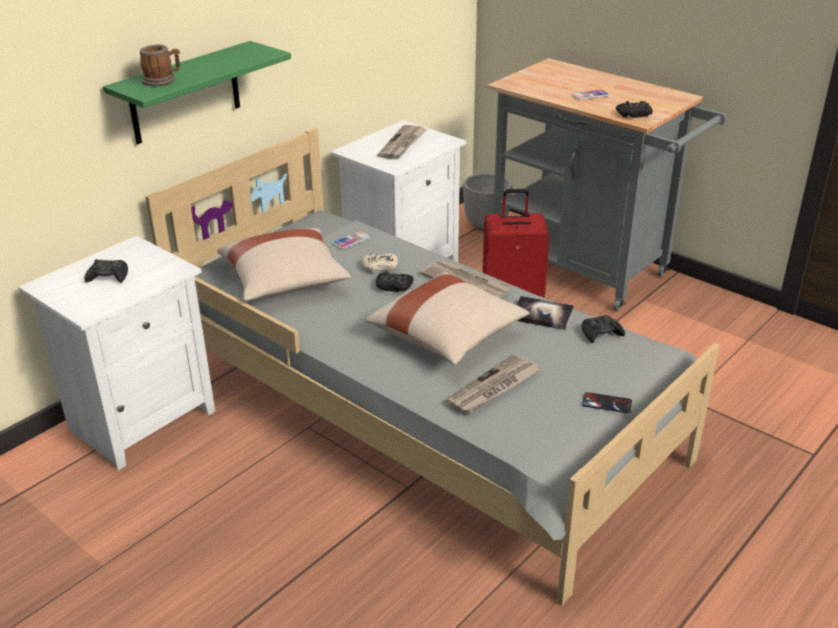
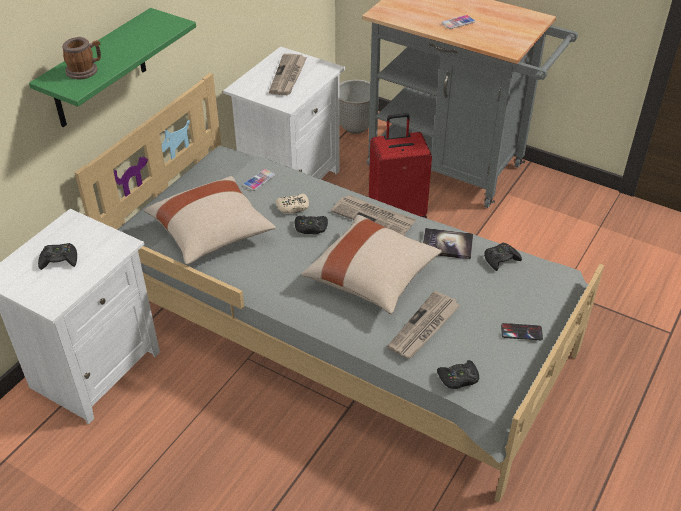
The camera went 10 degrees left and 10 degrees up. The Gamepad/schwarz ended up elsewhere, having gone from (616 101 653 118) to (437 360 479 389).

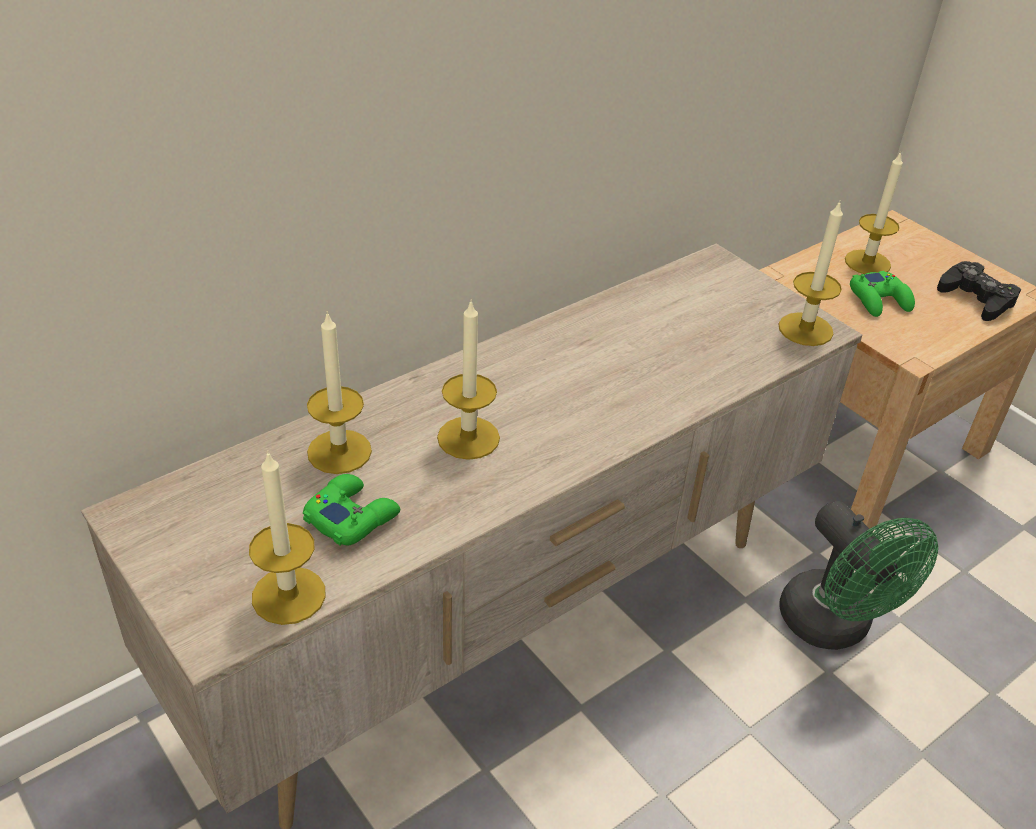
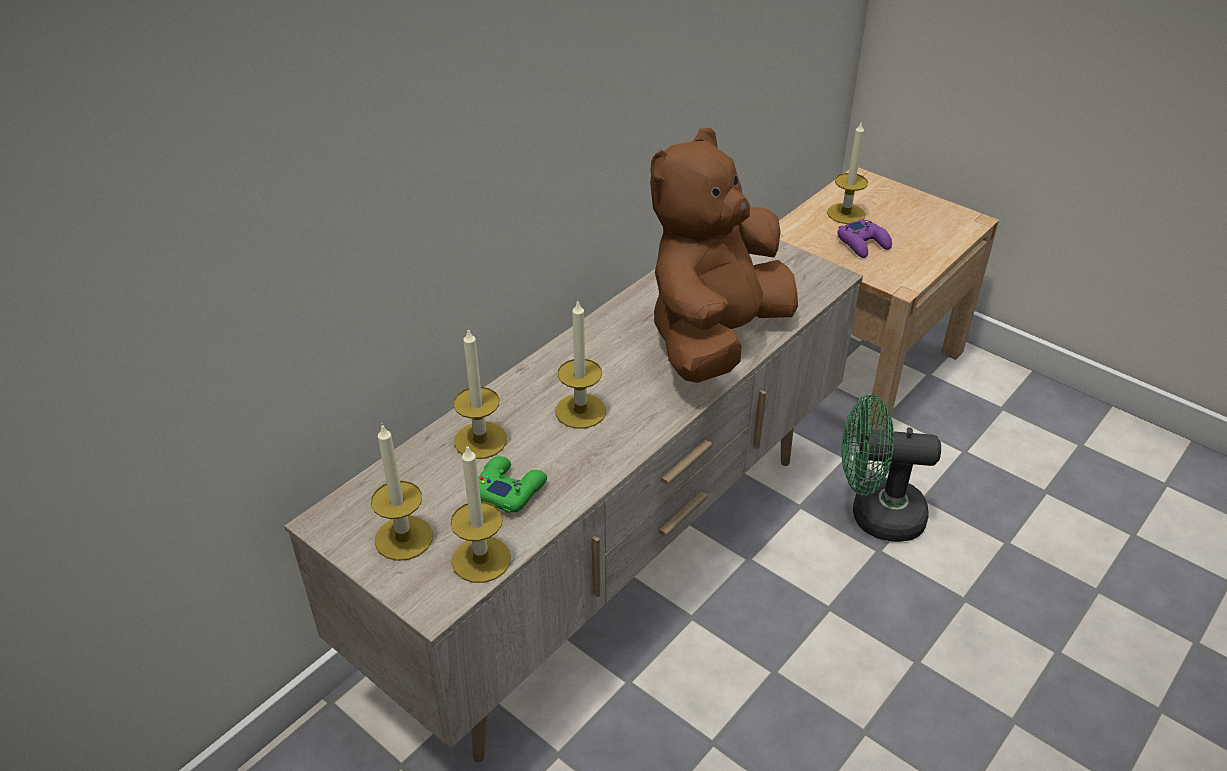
The camera went 10 degrees left and 0 degrees up. The Kerze ended up elsewhere, having gone from (779 201 843 346) to (371 424 433 561). The second view lost the Gamepad/schwarz at (937 261 1021 321). What was the Gamepad/grün at (850 271 915 317) turned into the Gamepad/lila at (837 219 892 258). The Ventilator/grün at (779 501 938 650) ended up facing another way, 135 degrees clockwise from before. The second view gained the Plüschtier/braun at (650 128 798 383).

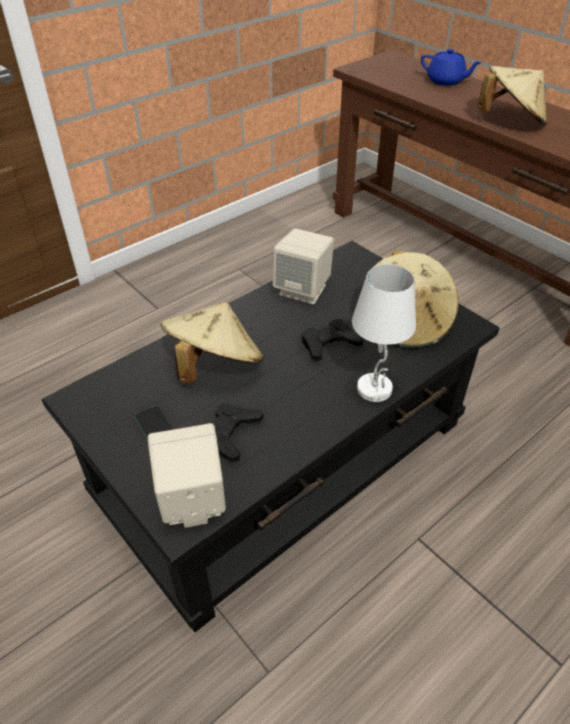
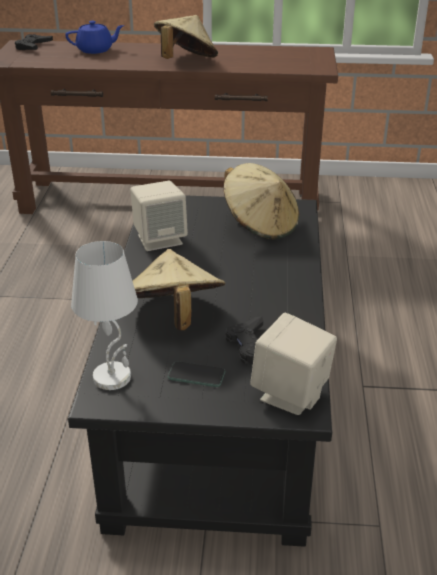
The camera went 45 degrees left and 10 degrees down. The Tischlampe/weiß ended up elsewhere, having gone from (352 264 416 402) to (71 241 138 390). The Gamepad/schwarz ended up elsewhere, having gone from (302 319 363 361) to (15 34 53 50).

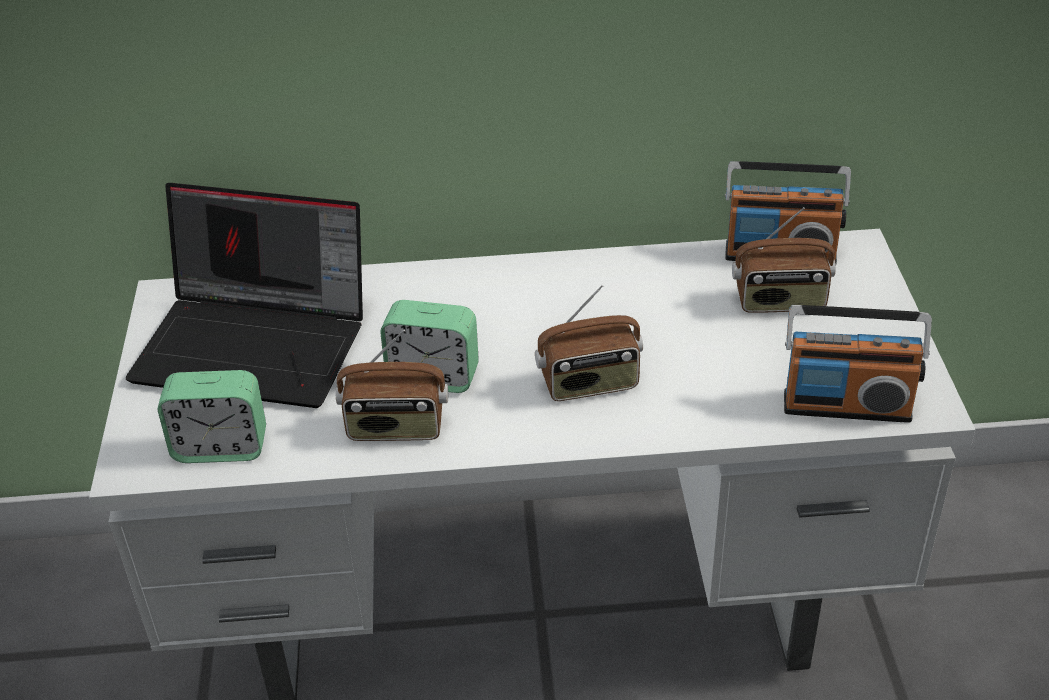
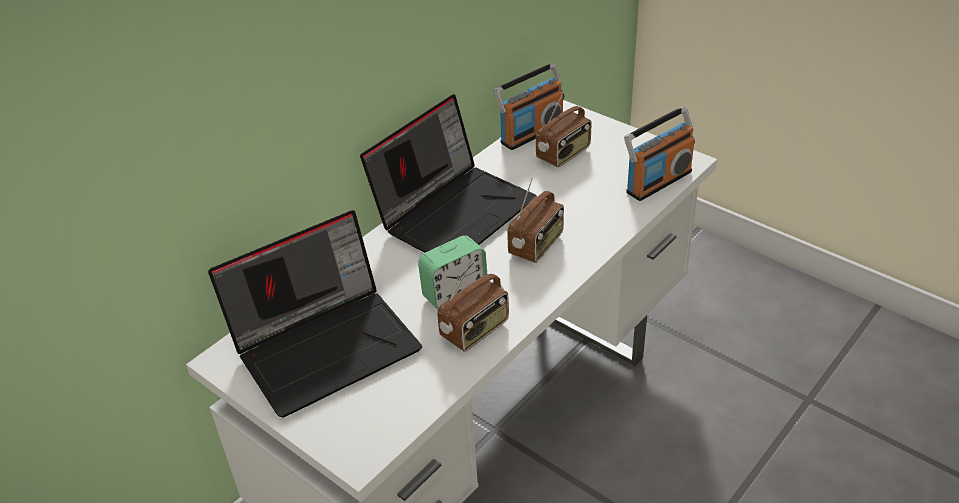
The camera went 45 degrees left and 0 degrees up. The second view lost the Wecker at (158 370 266 463). The second view gained the Laptop at (360 94 537 253).

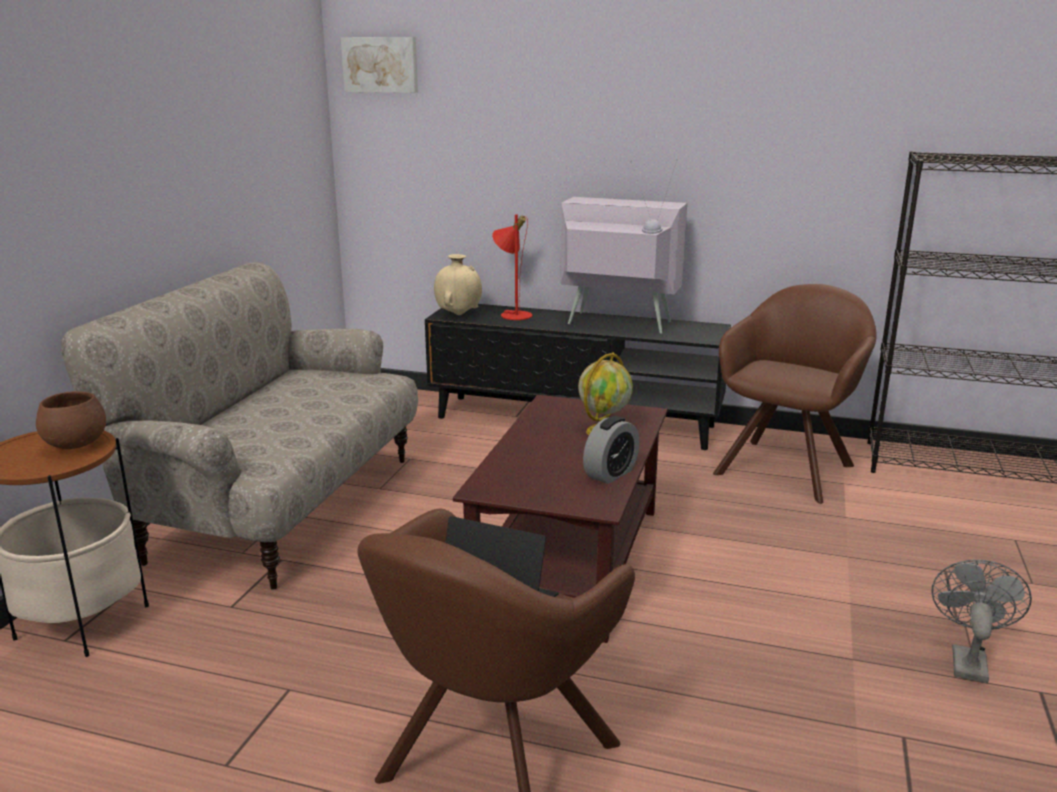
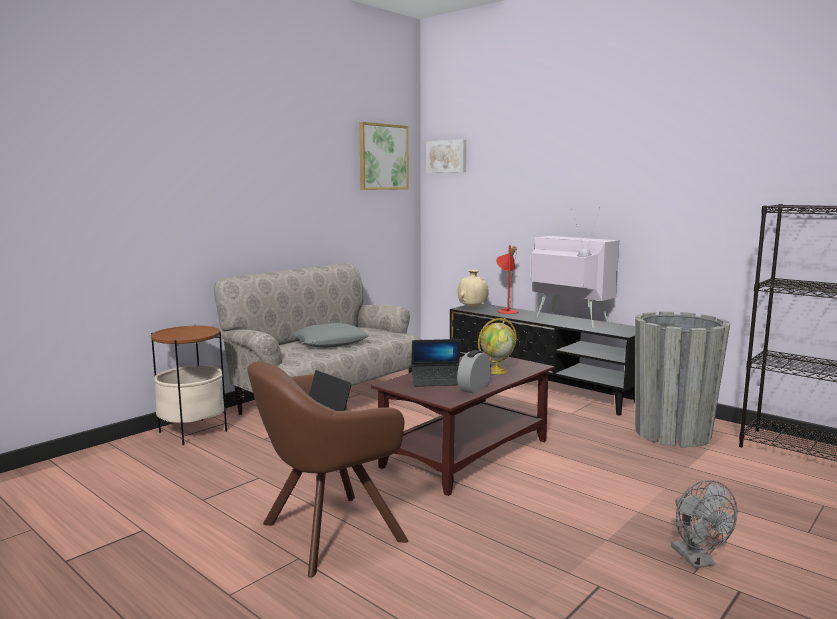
The camera went 25 degrees right and 10 degrees down. Where the Sessel/braun stood at (713 284 877 504), the Pflanzkübel/grau came to stand at (635 311 730 447). The second view lost the Schüssel/braun at (36 391 106 449). The Wecker at (583 416 639 484) ended up facing another way, 150 degrees clockwise from before. The Ventilator/grau at (931 560 1032 683) ended up facing another way, 120 degrees clockwise from before. The second view gained the Bild at (359 122 409 190). The second view gained the Kissen/grau at (292 323 369 348). The second view gained the Laptop at (411 339 461 387).

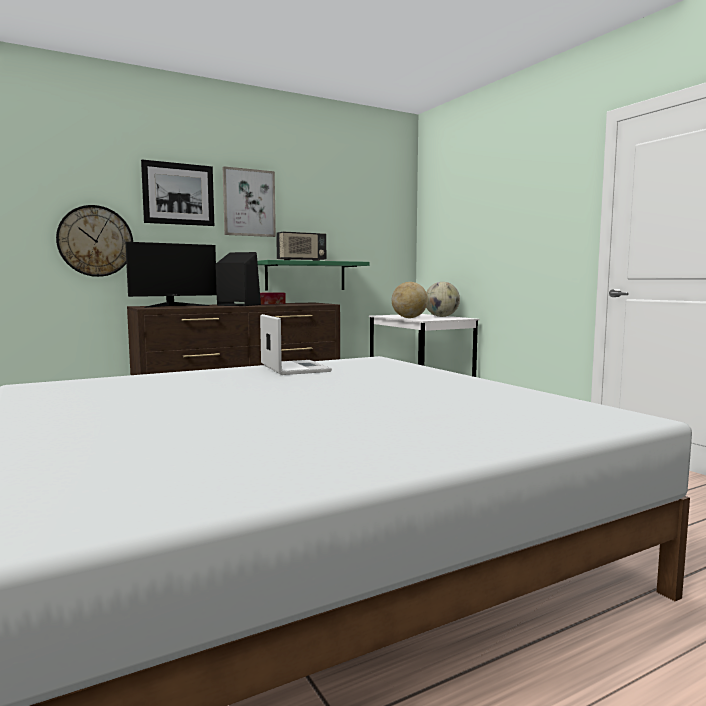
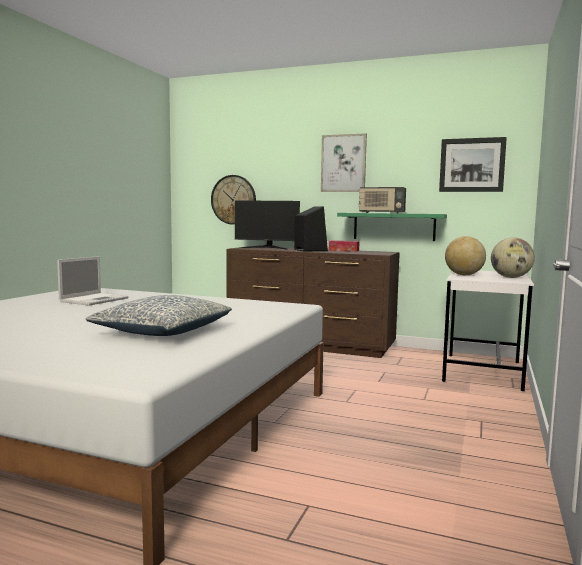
The camera went 50 degrees right and 0 degrees up. The Bild ended up elsewhere, having gone from (141 160 214 226) to (439 137 507 192). The Laptop ended up elsewhere, having gone from (260 314 332 375) to (57 256 129 306). The second view gained the Kissen at (86 295 232 336).

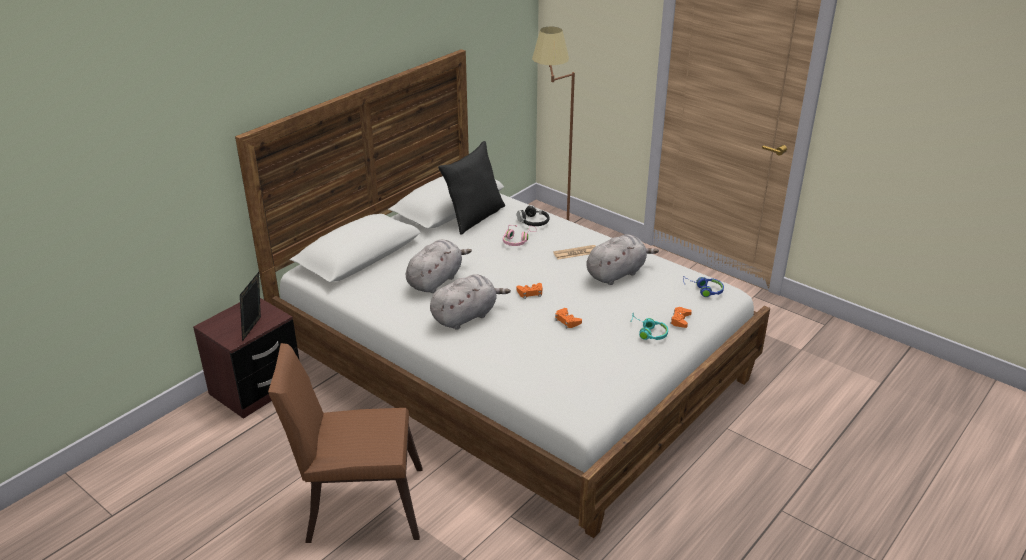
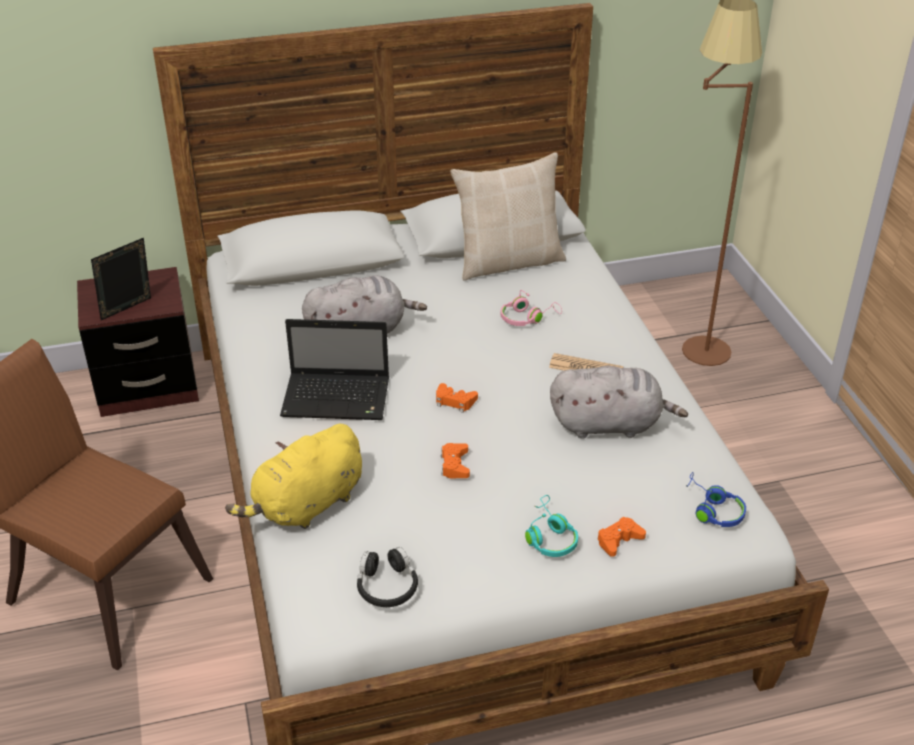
The camera went 35 degrees right and 5 degrees up. What was the Kissen/schwarz at (438 141 505 235) turned into the Kissen/beige at (450 152 566 281). The Kopfhörer/schwarz ended up elsewhere, having gone from (517 205 550 226) to (357 547 418 607). Where the Plüschtier/grau stood at (430 274 511 330), the Laptop came to stand at (280 319 389 420). The second view gained the Plüschtier/gelb at (225 424 362 529).

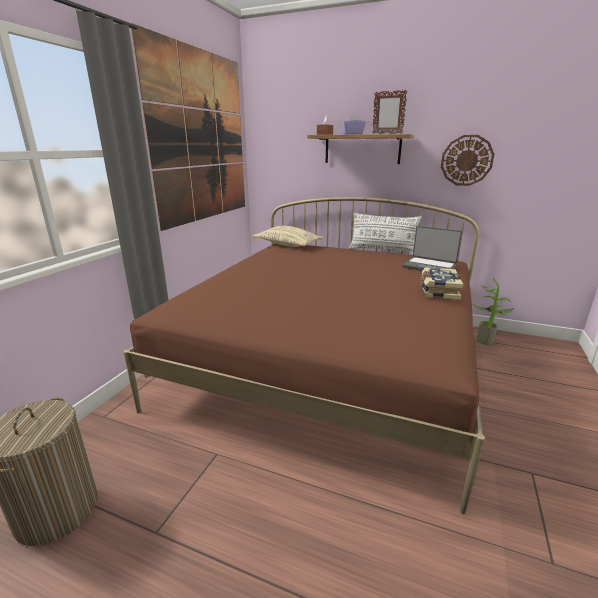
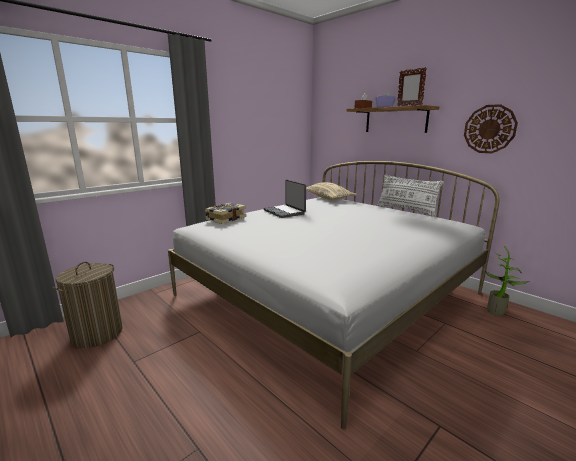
The camera went 25 degrees right and 5 degrees down. The second view lost the Bild at (131 23 245 231). What was the Bett/braun at (124 197 485 514) turned into the Bett/weiß at (168 161 500 429). The Laptop ended up elsewhere, having gone from (402 226 462 271) to (263 180 306 218). The Buch ended up elsewhere, having gone from (421 267 464 300) to (205 203 246 224).

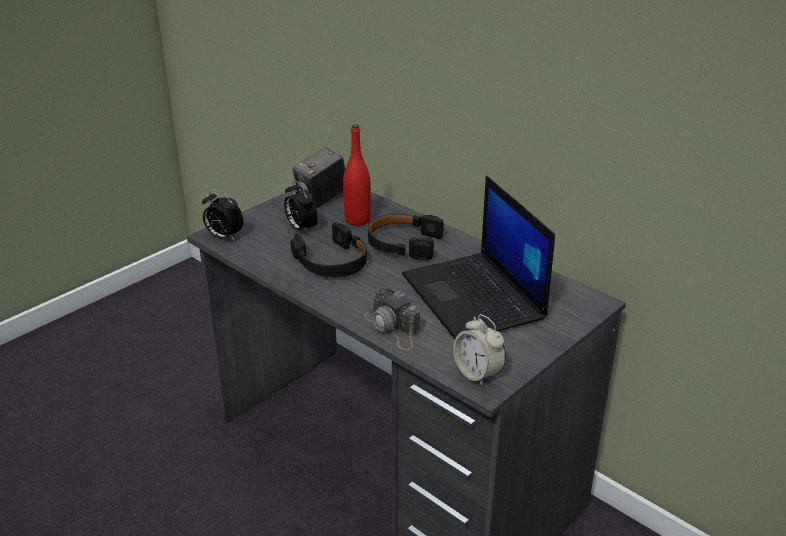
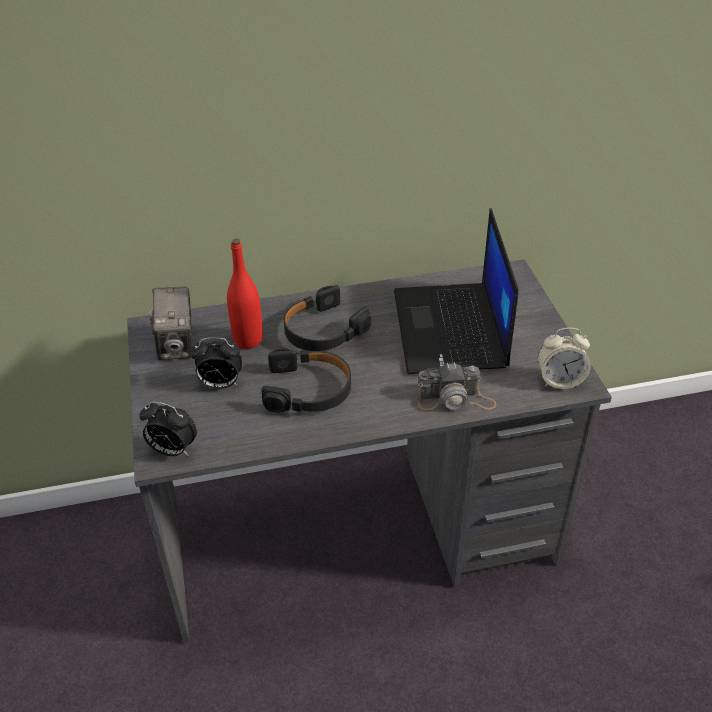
The camera went 55 degrees left and 10 degrees up. The Laptop at (402 176 555 339) ended up facing another way, 75 degrees clockwise from before. The Wecker at (202 189 244 241) ended up facing another way, 45 degrees clockwise from before.

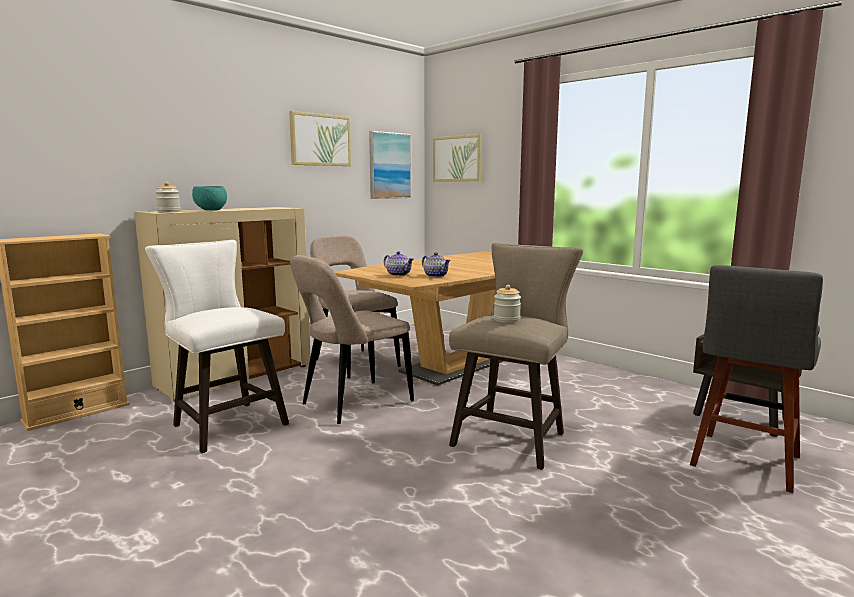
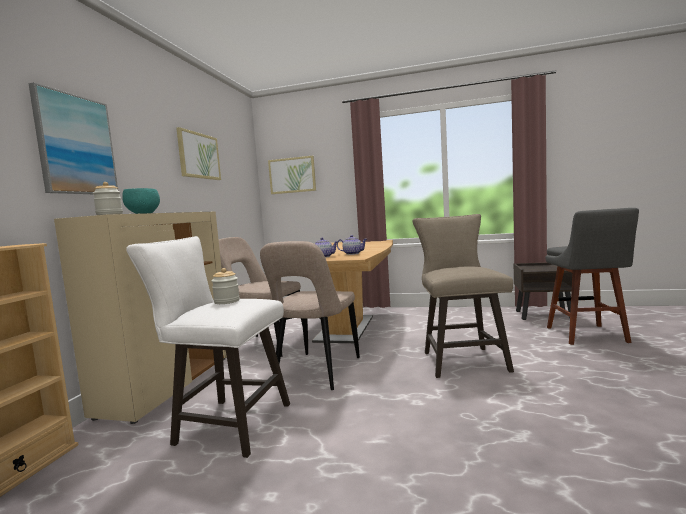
The camera went 30 degrees left and 5 degrees down. The Bild ended up elsewhere, having gone from (369 131 411 199) to (28 82 118 194). The Vorratsglas ended up elsewhere, having gone from (494 285 521 323) to (212 268 240 304).

